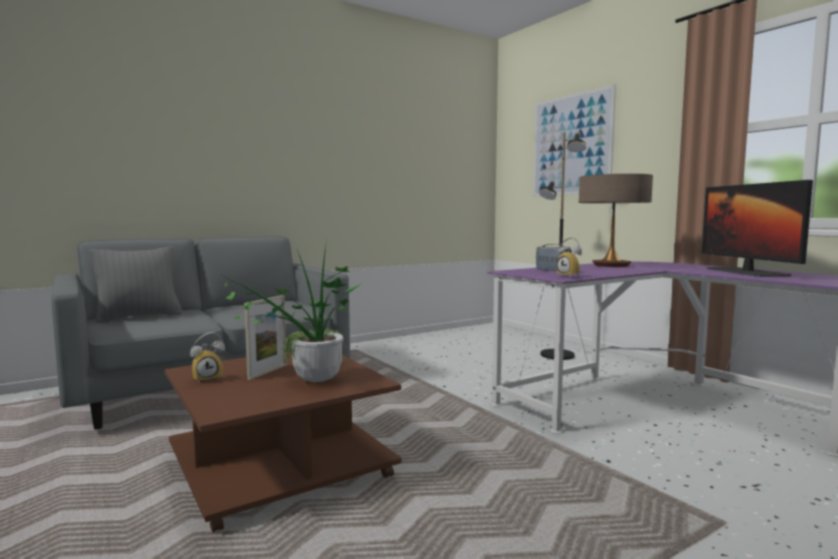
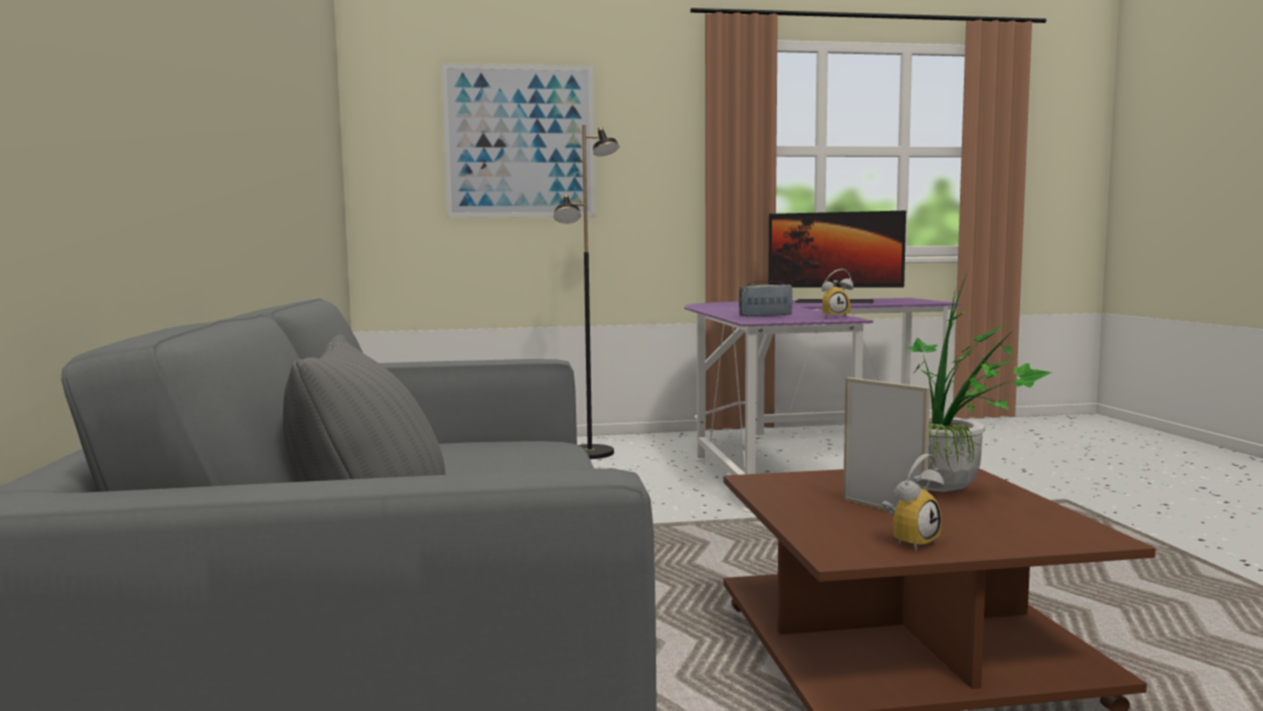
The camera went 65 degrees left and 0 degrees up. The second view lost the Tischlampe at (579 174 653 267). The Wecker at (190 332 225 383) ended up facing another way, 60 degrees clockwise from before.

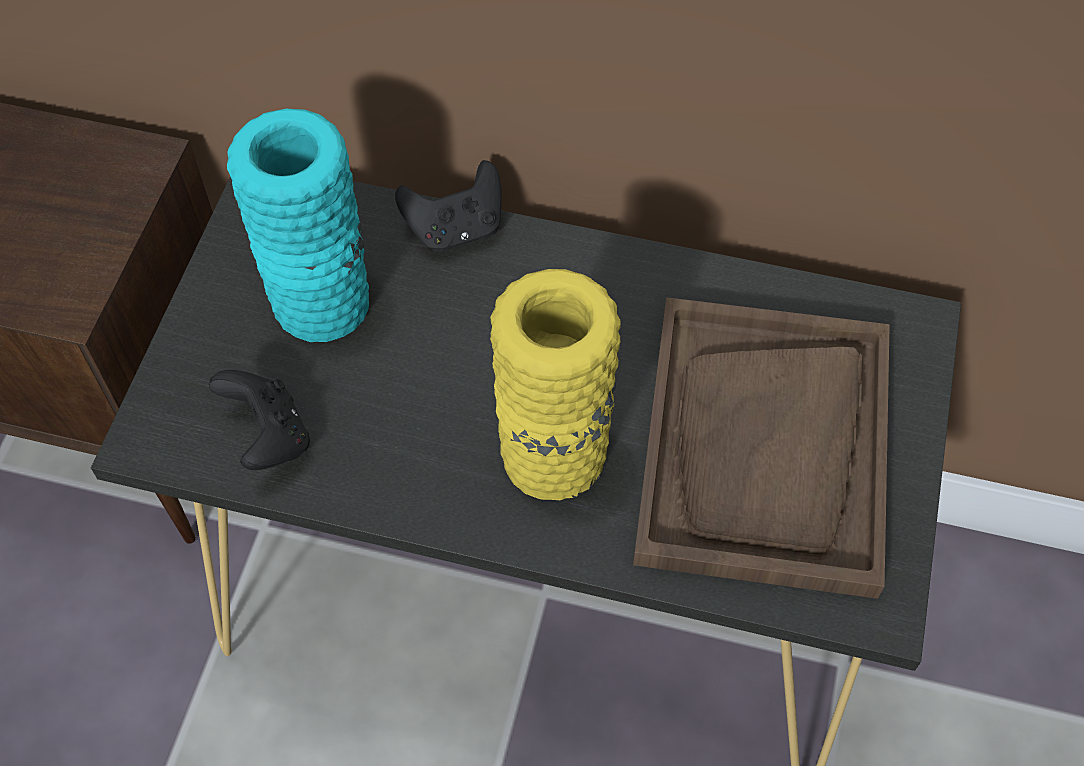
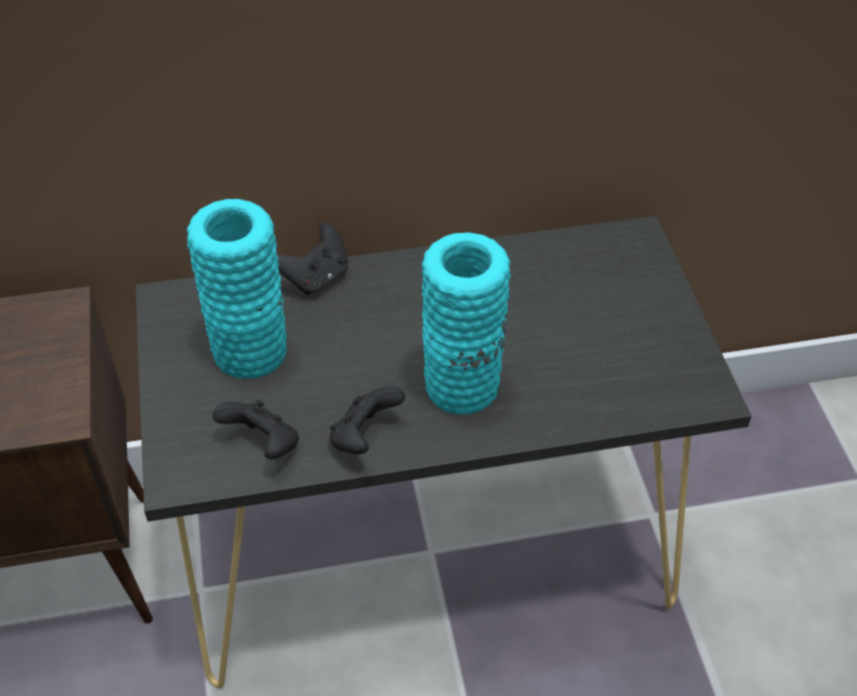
The camera went 25 degrees left and 10 degrees down. What was the Vase/gelb at (490 269 621 500) turned into the Vase/türkis at (422 232 511 415). The second view lost the Tablett/braun at (633 297 890 599). The second view gained the Gamepad/schwarz at (329 386 405 454).

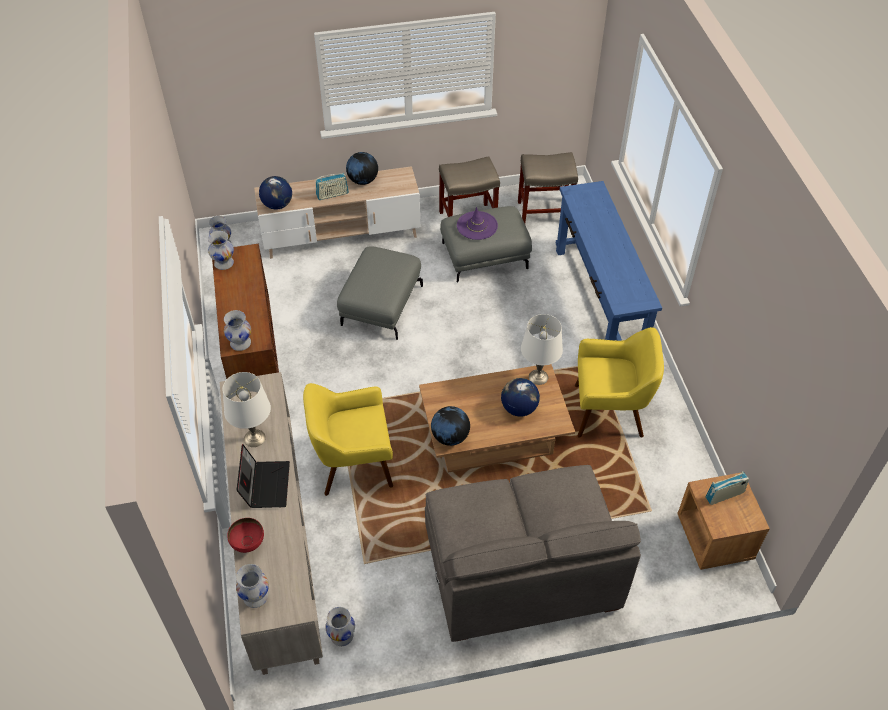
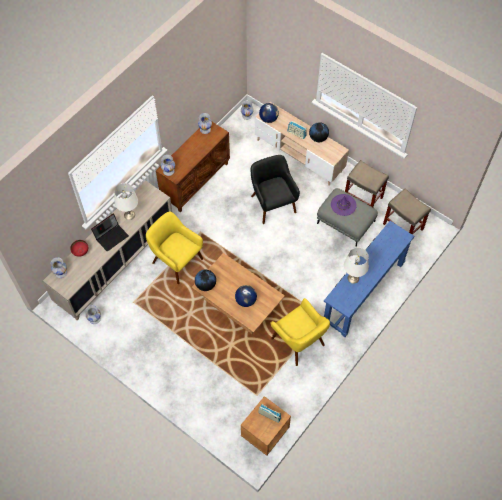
The camera went 50 degrees right and 10 degrees up. Where the Polsterhocker/grau stood at (337 246 423 340), the Sessel/schwarz came to stand at (251 155 300 224). The Tischlampe/weiß ended up elsewhere, having gone from (521 314 563 385) to (344 247 369 284). The second view lost the Sofa/grau at (425 465 641 642).

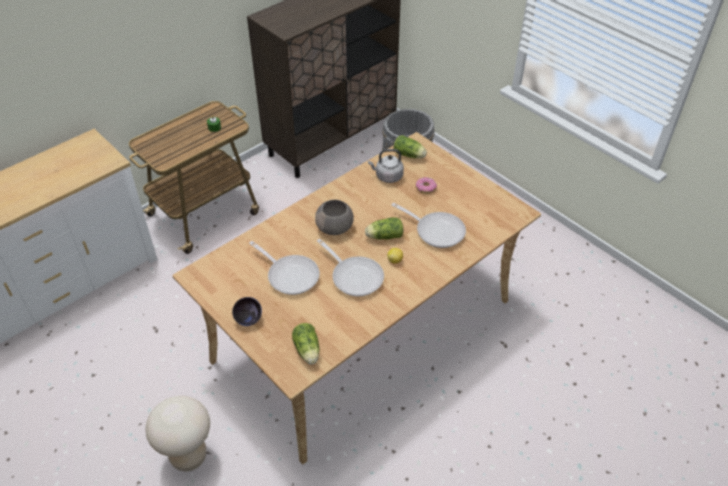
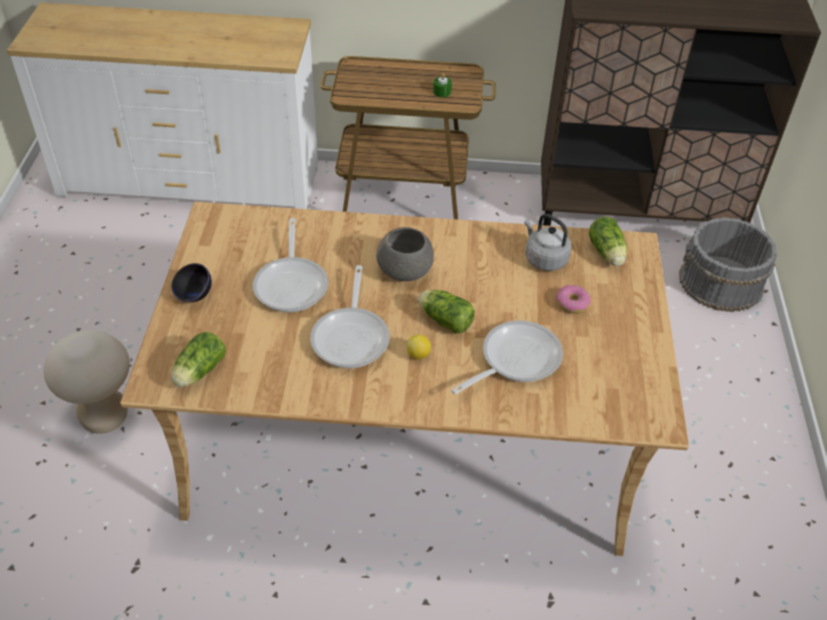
The camera went 45 degrees right and 0 degrees up. The Pfanne at (391 203 466 248) ended up facing another way, 120 degrees counterclockwise from before.

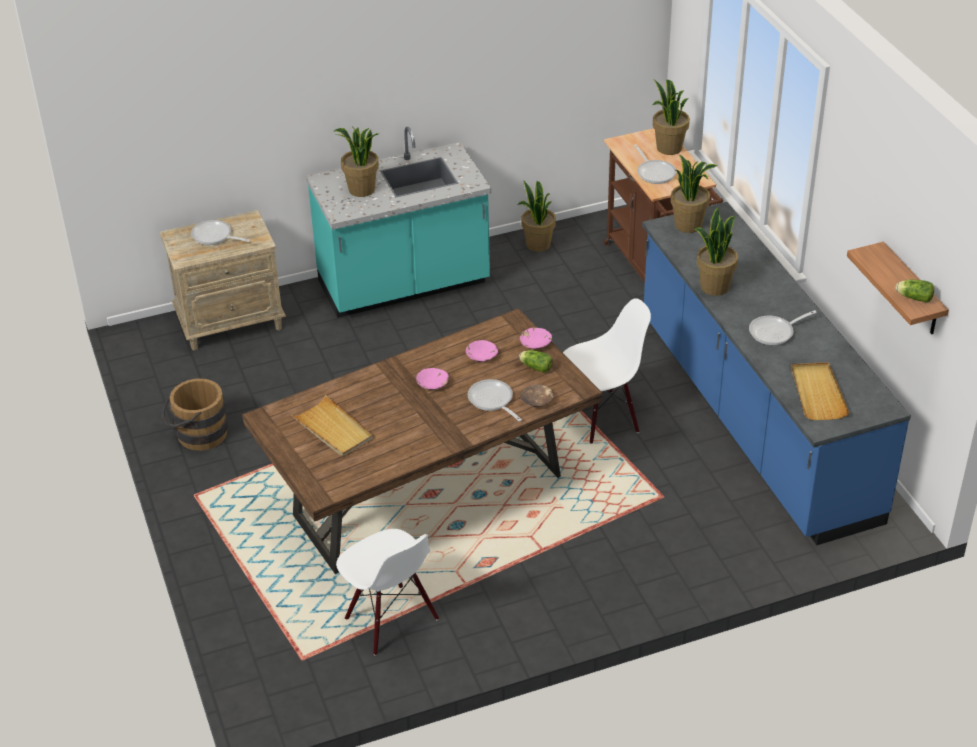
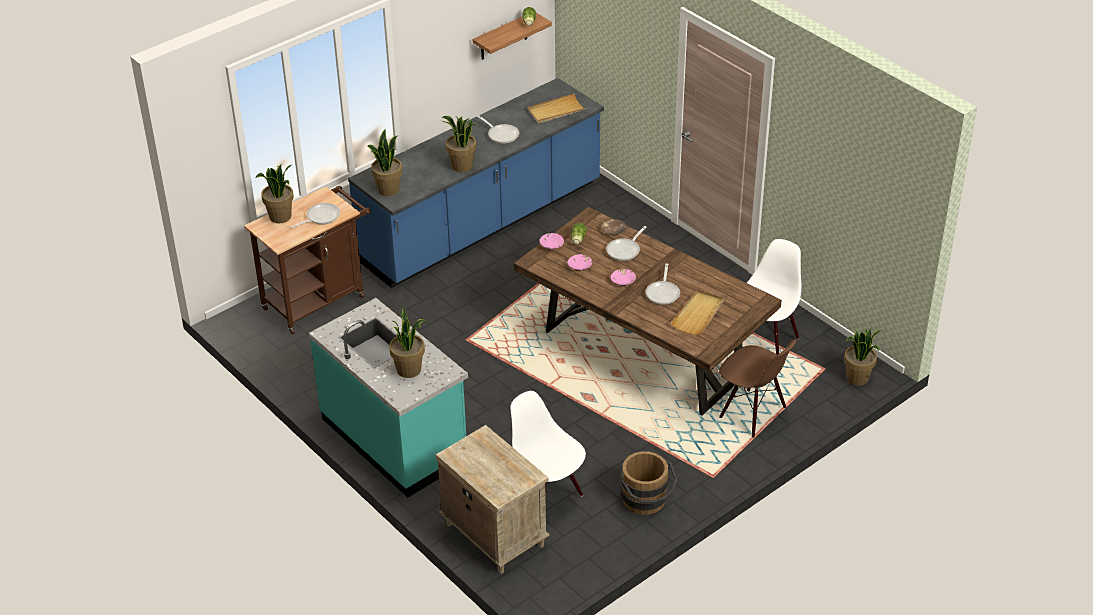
The camera went 110 degrees left and 0 degrees up. The Topfpflanze ended up elsewhere, having gone from (518 180 556 252) to (844 328 881 386). The Pfanne ended up elsewhere, having gone from (191 220 250 245) to (646 264 680 305). The Stuhl/weiß ended up elsewhere, having gone from (563 298 651 444) to (510 391 586 498). The second view gained the Stuhl/braun at (719 340 797 438).

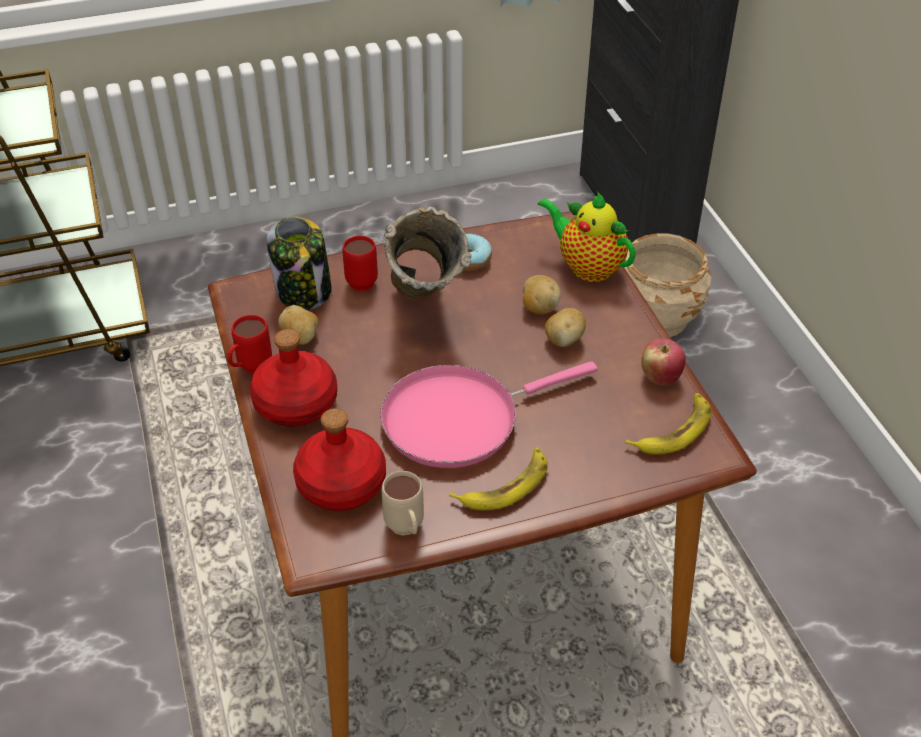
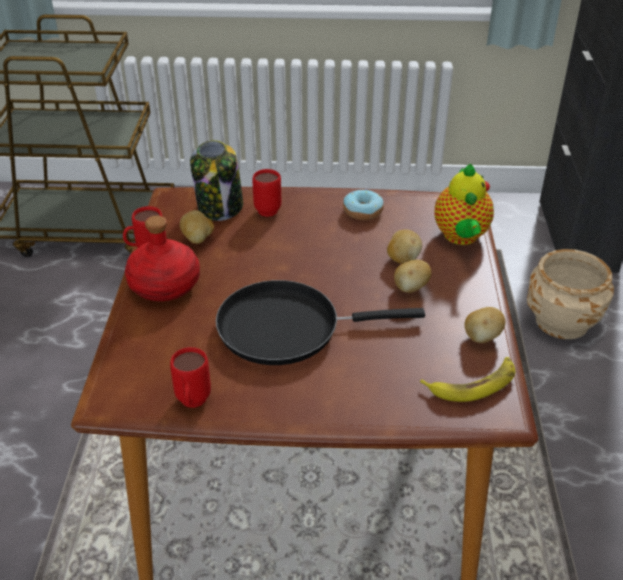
The camera went 20 degrees right and 5 degrees down. The Teekanne at (538 192 636 282) ended up facing another way, 150 degrees counterclockwise from before. The second view lost the Vase/beige at (384 207 471 299). Where the Apfel stood at (641 338 686 385), the Kartoffel came to stand at (465 307 505 343). What was the Pfanne/rosa at (380 361 598 468) turned into the Pfanne/schwarz at (216 280 425 365). The second view lost the Flasche/rot at (293 408 386 511). The second view lost the Banane at (449 447 548 510). What was the Henkelbecher/beige at (382 471 424 536) turned into the Henkelbecher/rot at (170 347 211 408).

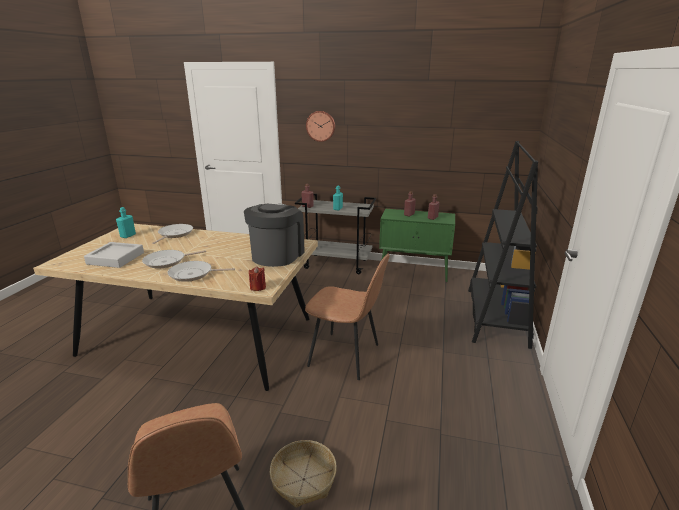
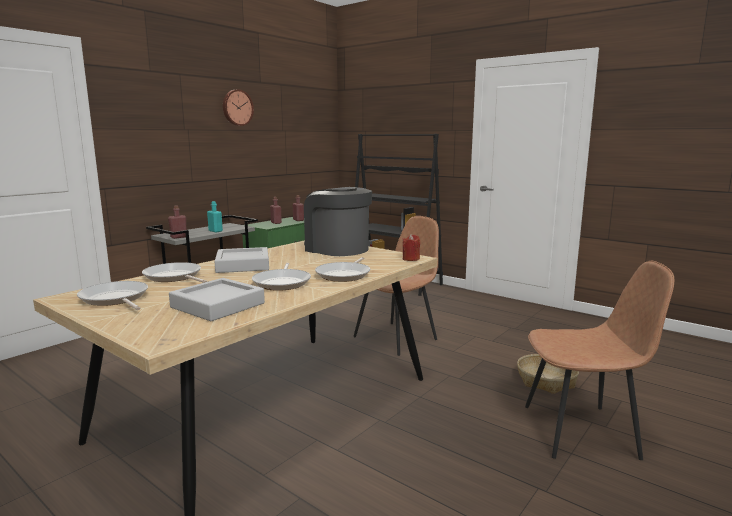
The camera went 65 degrees left and 10 degrees down. The Wanduhr ended up elsewhere, having gone from (306 111 335 142) to (223 89 254 126). Where the Flasche/türkis stood at (116 207 136 238), the Pfanne came to stand at (77 281 148 310). The second view gained the Tablett/grau at (214 247 269 273).

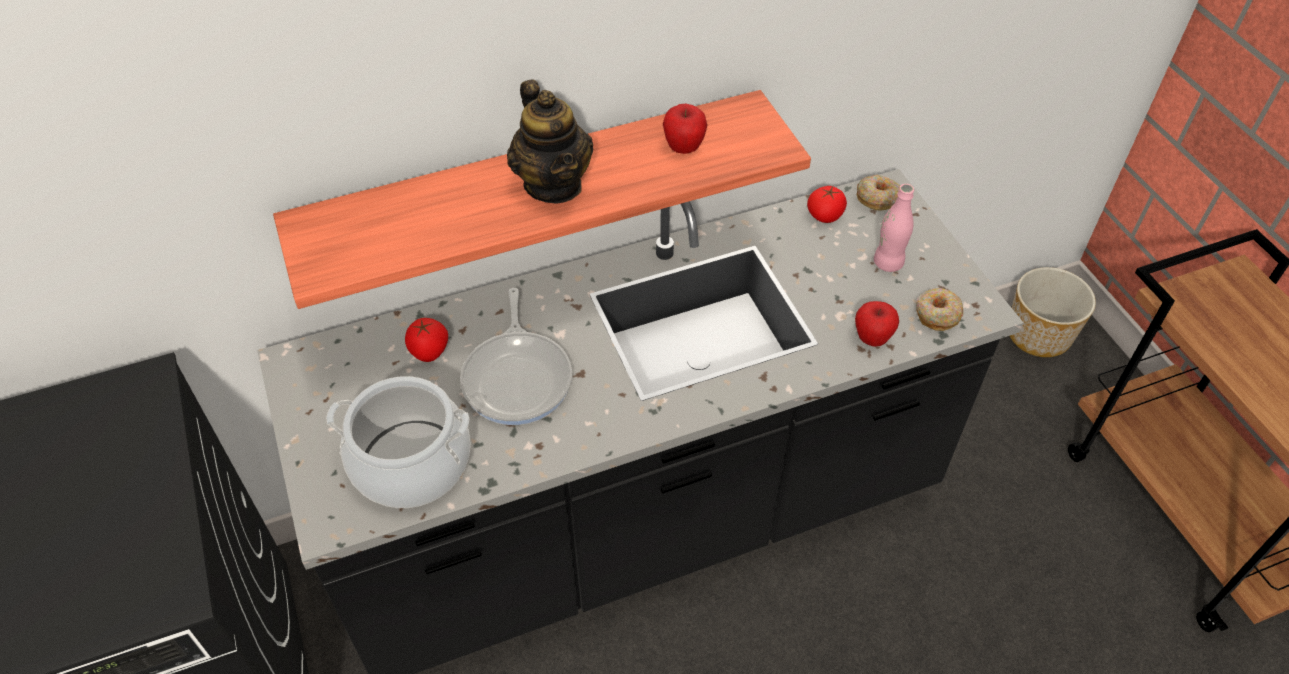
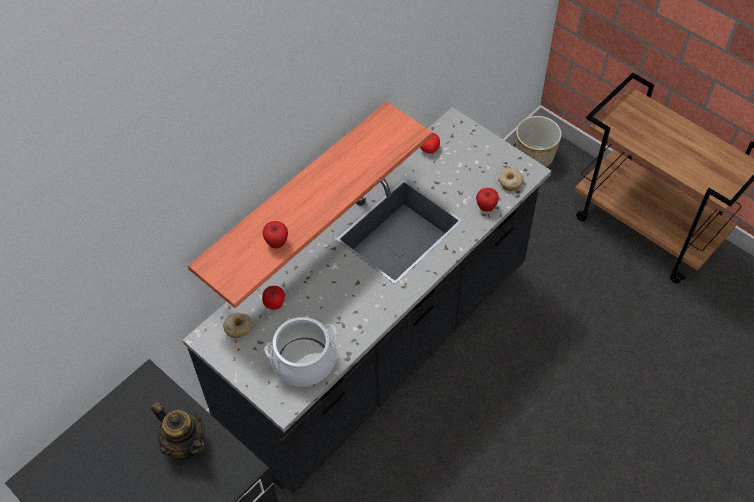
The camera went 25 degrees left and 5 degrees up. The Teekanne ended up elsewhere, having gone from (507 79 594 203) to (151 402 205 459). The Apfel ended up elsewhere, having gone from (663 104 707 154) to (263 221 288 249). The Donut ended up elsewhere, having gone from (857 175 900 211) to (223 313 253 338). The second view lost the Flasche/rosa at (874 184 914 272). The second view lost the Pfanne at (460 288 572 425).

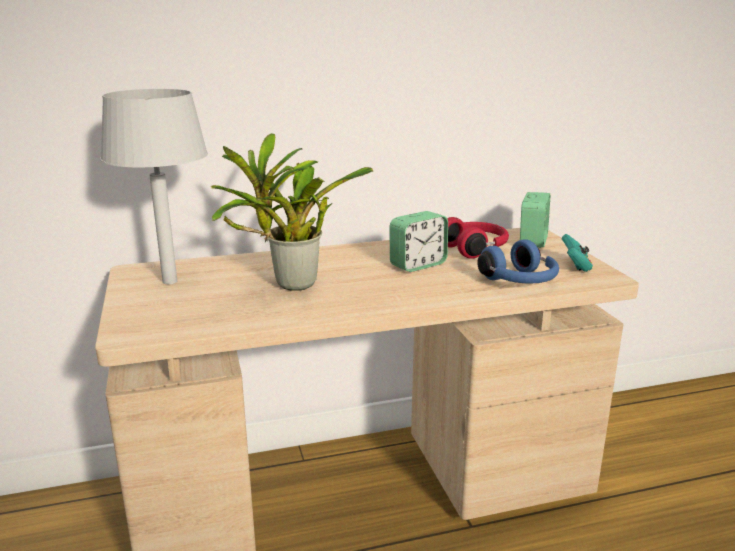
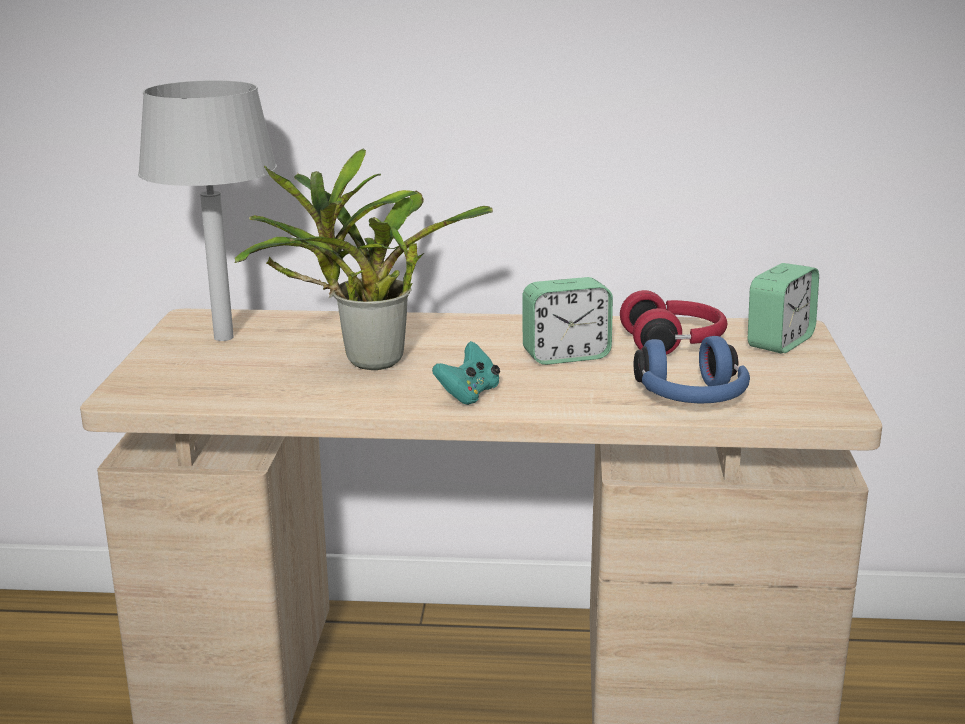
The camera went 20 degrees right and 0 degrees up. The Gamepad/türkis ended up elsewhere, having gone from (562 234 593 272) to (432 341 500 405).

